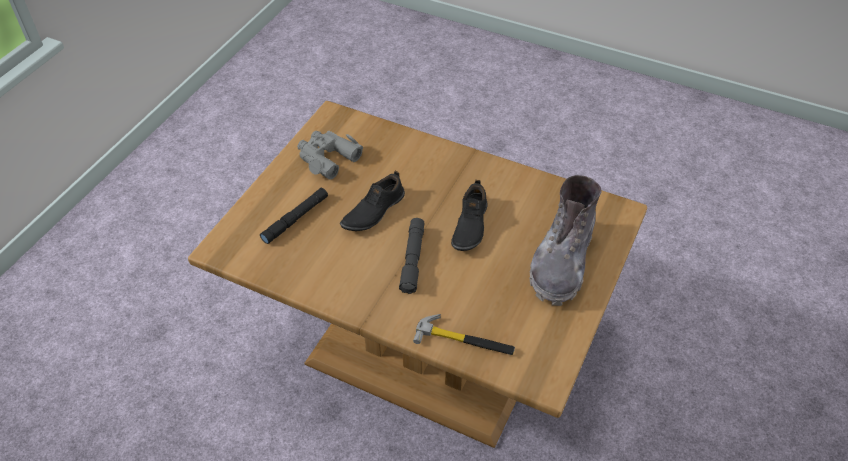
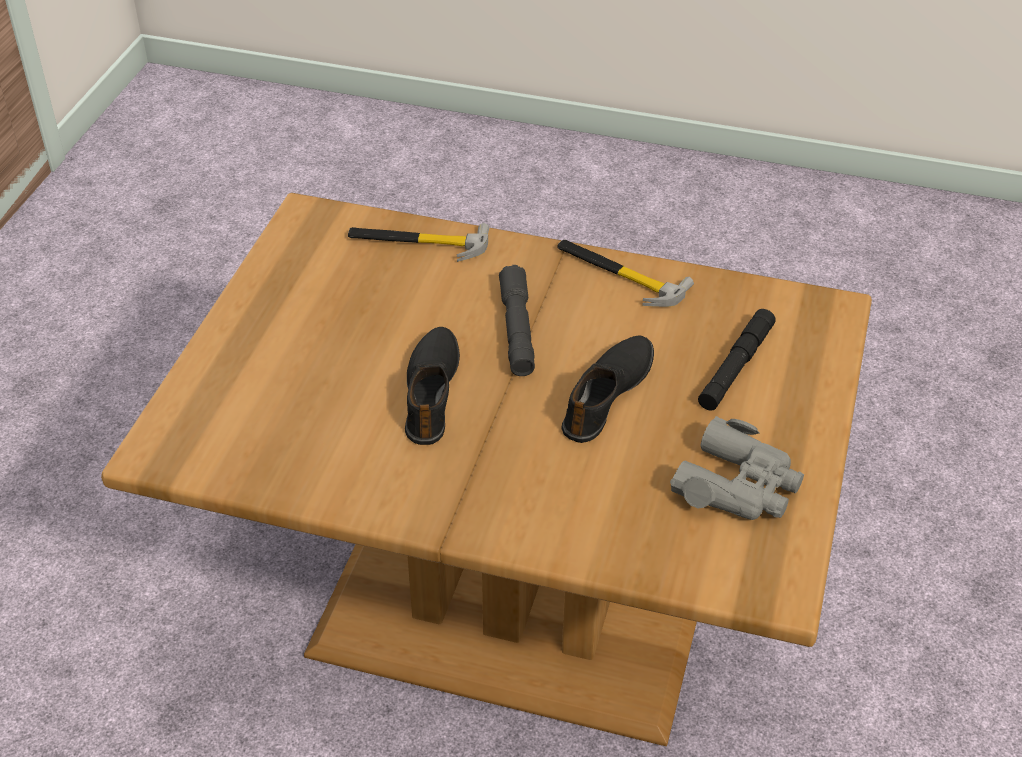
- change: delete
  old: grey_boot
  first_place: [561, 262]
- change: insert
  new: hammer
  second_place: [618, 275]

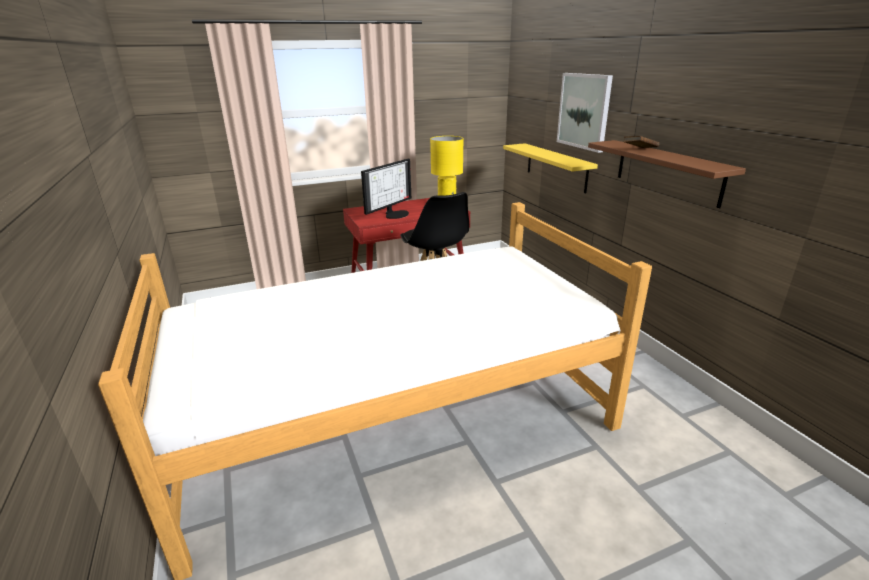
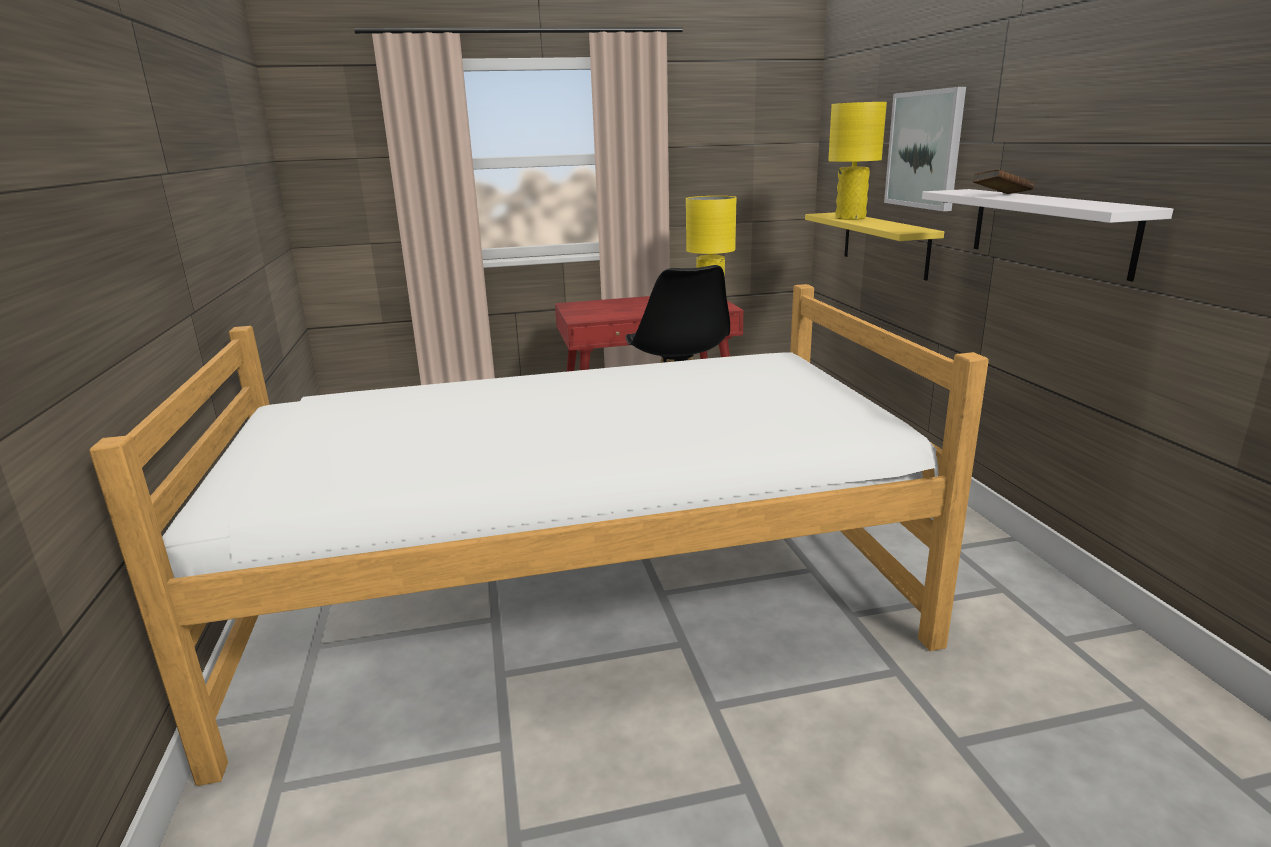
- change: recolor
  old: brown_shelf
  new: white_shelf
  first_place: [667, 172]
  second_place: [1049, 230]
- change: delete
  old: monitor
  first_place: [395, 214]
- change: insert
  new: yellow_table_lamp
  second_place: [850, 218]

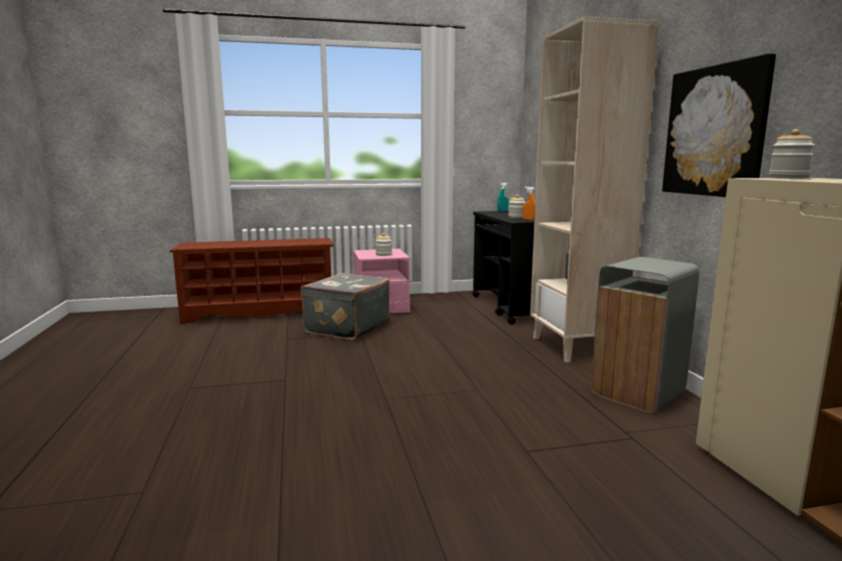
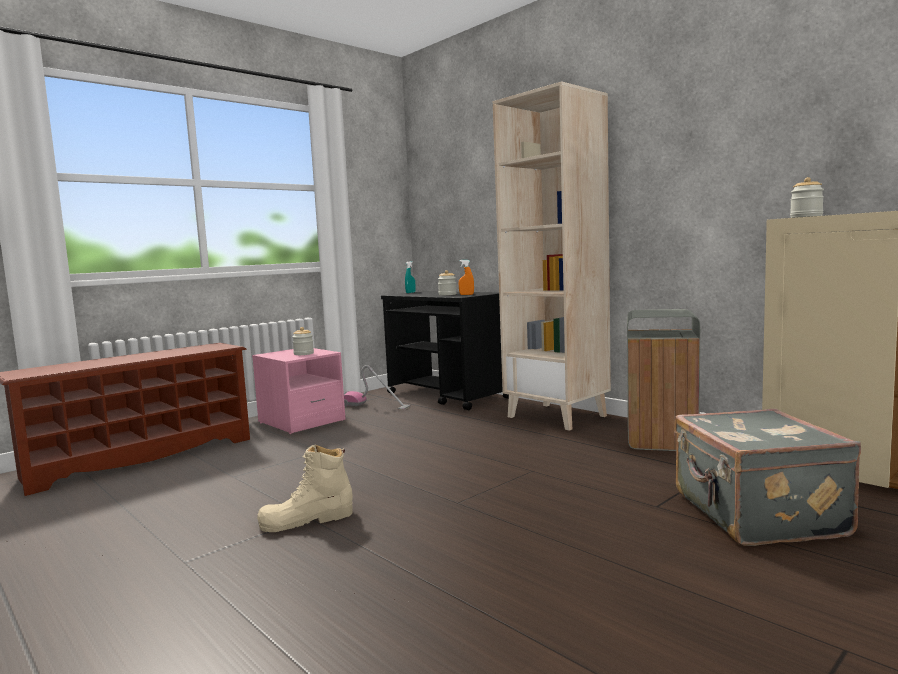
- change: delete
  old: picture
  first_place: [715, 131]
- change: move
  old: grey_suitcase
  first_place: [346, 327]
  second_place: [755, 515]
- change: insert
  new: vacuum_cleaner
  second_place: [374, 406]
- change: insert
  new: beige_boot
  second_place: [307, 520]

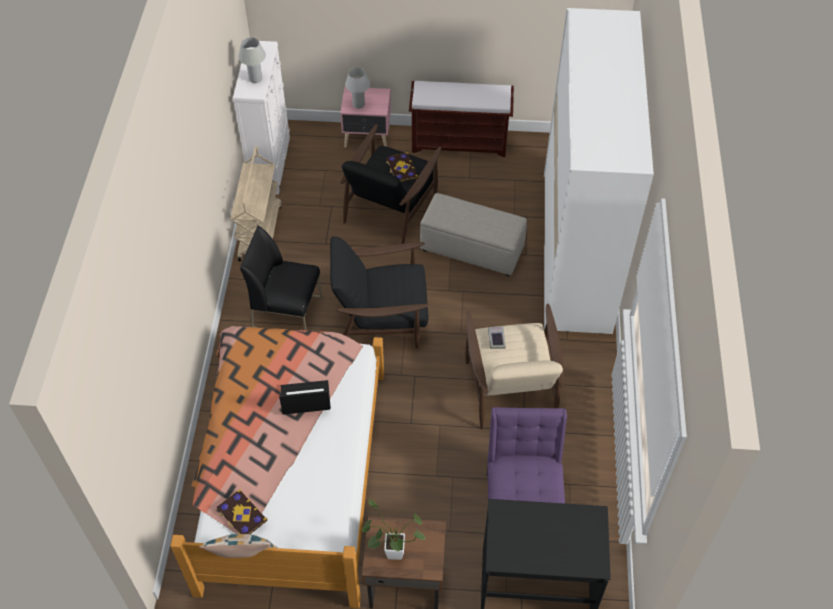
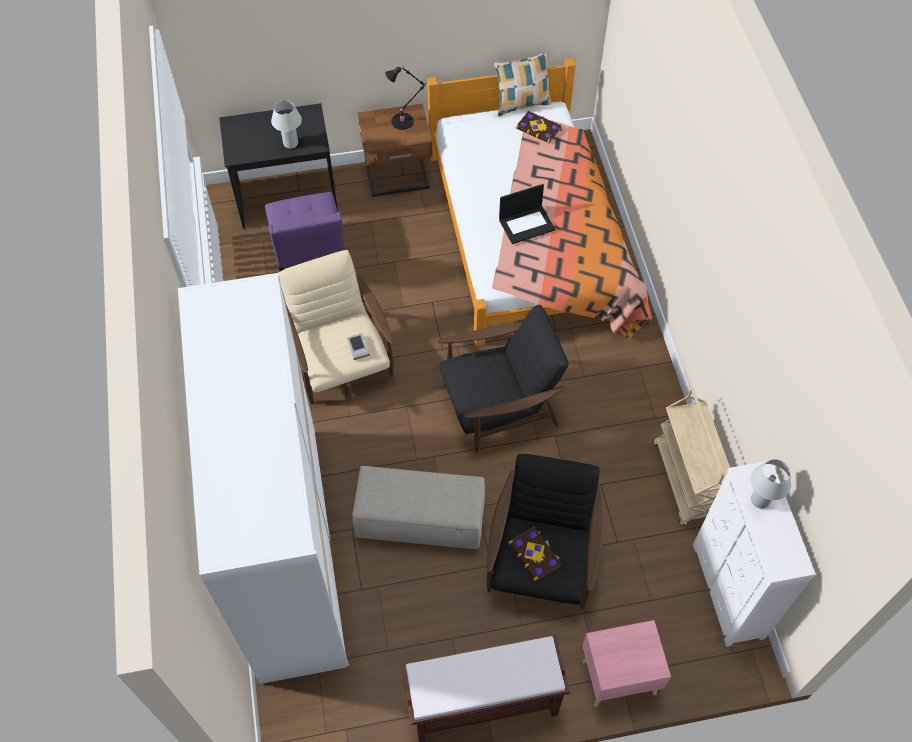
- change: move
  old: white_table_lamp
  first_place: [358, 104]
  second_place: [290, 143]
- change: delete
  old: black_chair
  first_place: [287, 312]
- change: replace
  old: potted_plant
  new: black_table_lamp
  first_place: [390, 552]
  second_place: [404, 121]

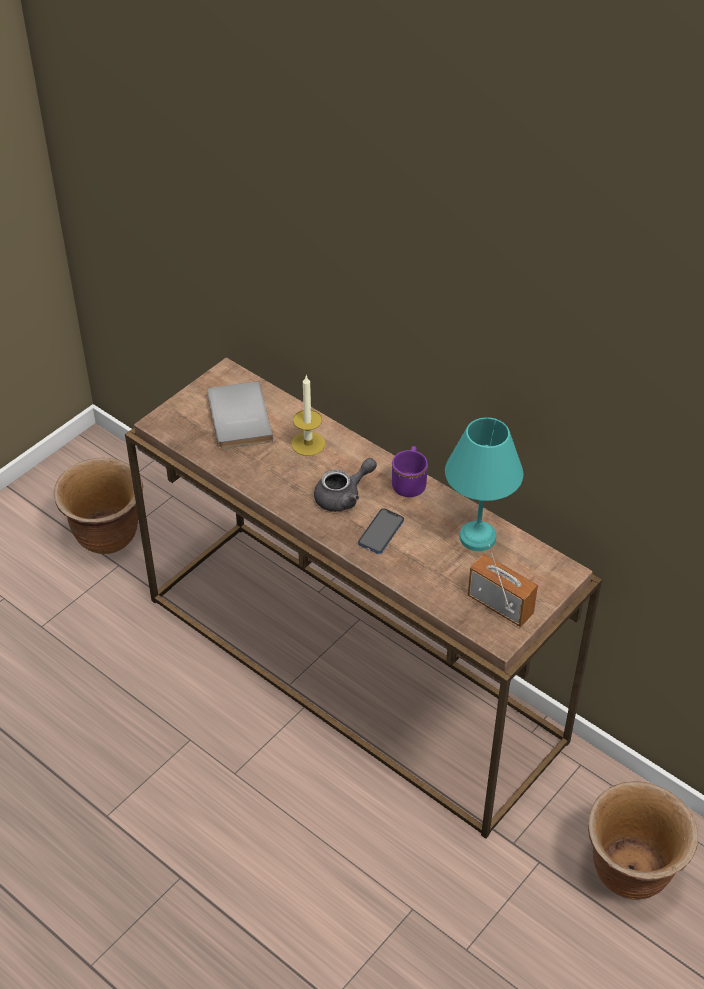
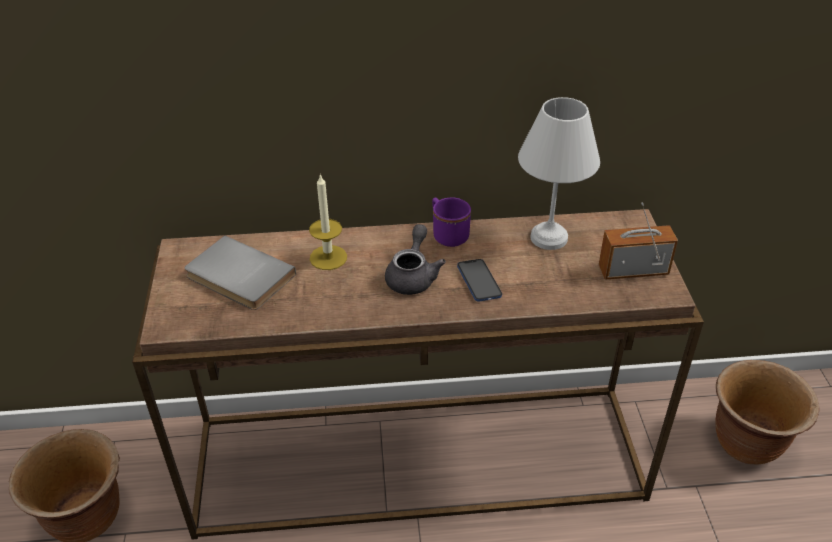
- change: recolor
  old: turquoise_table_lamp
  new: white_table_lamp
  first_place: [478, 538]
  second_place: [551, 238]

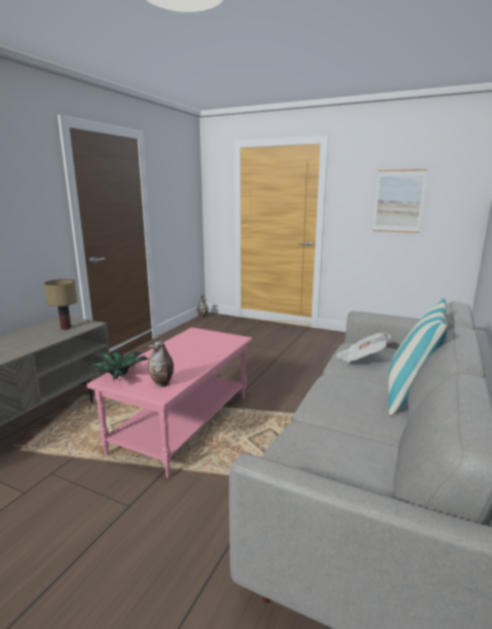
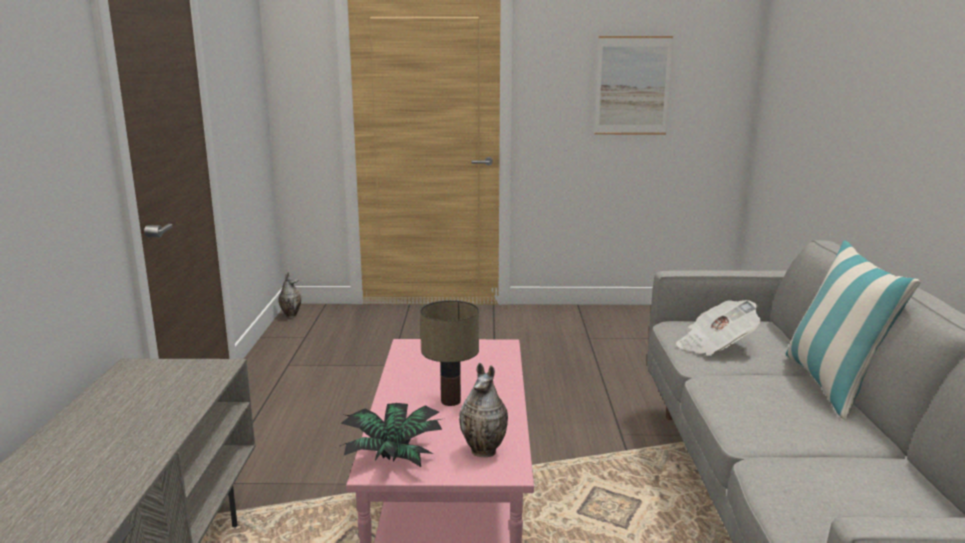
- change: move
  old: table_lamp
  first_place: [65, 328]
  second_place: [449, 401]

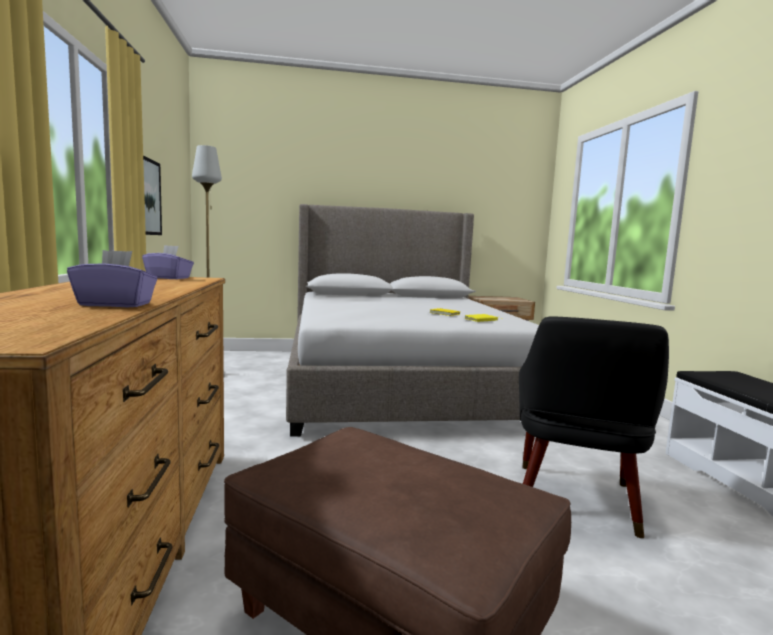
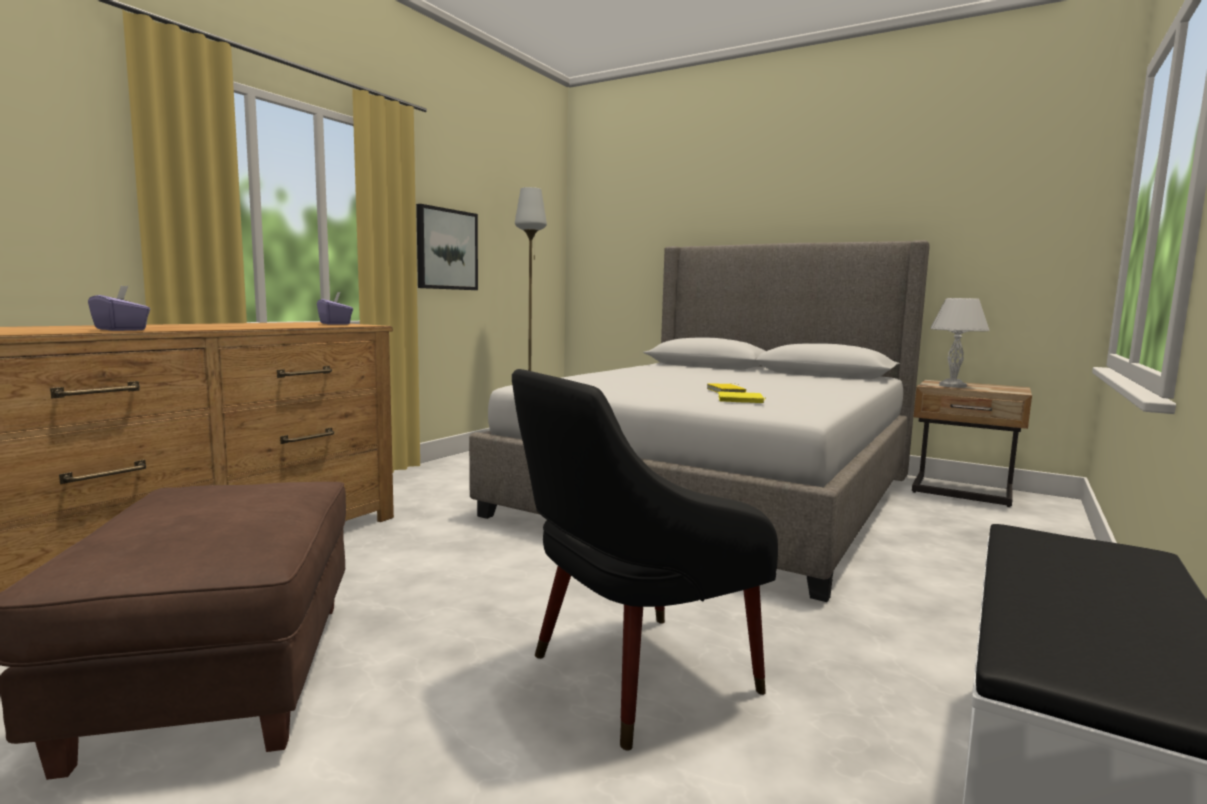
- change: insert
  new: white_table_lamp
  second_place: [953, 386]

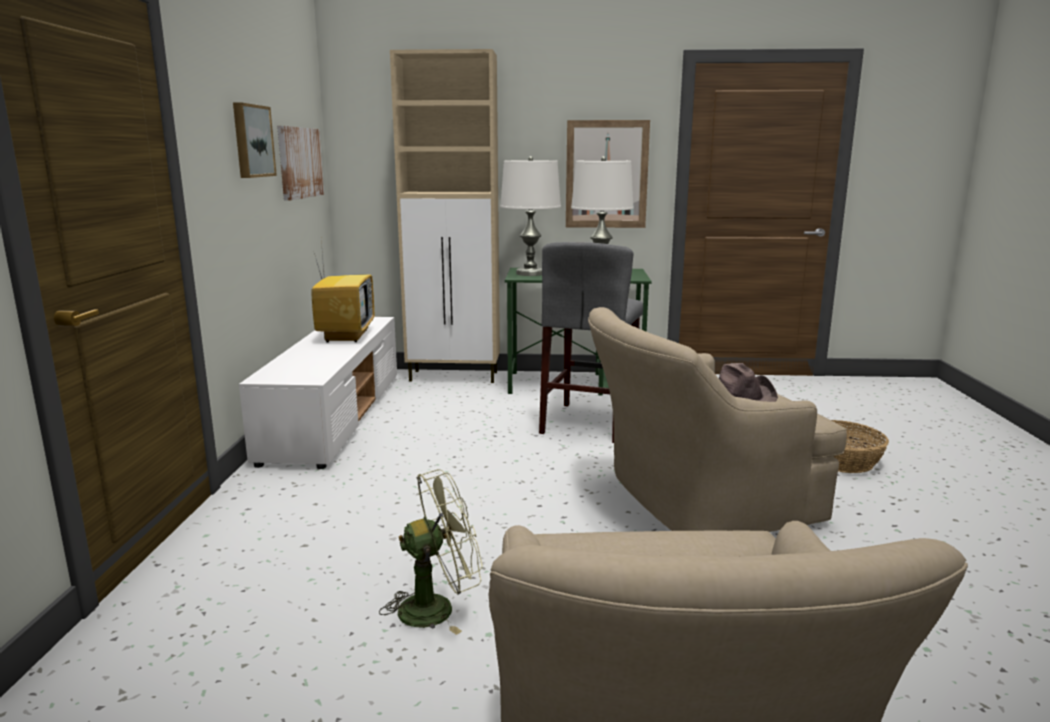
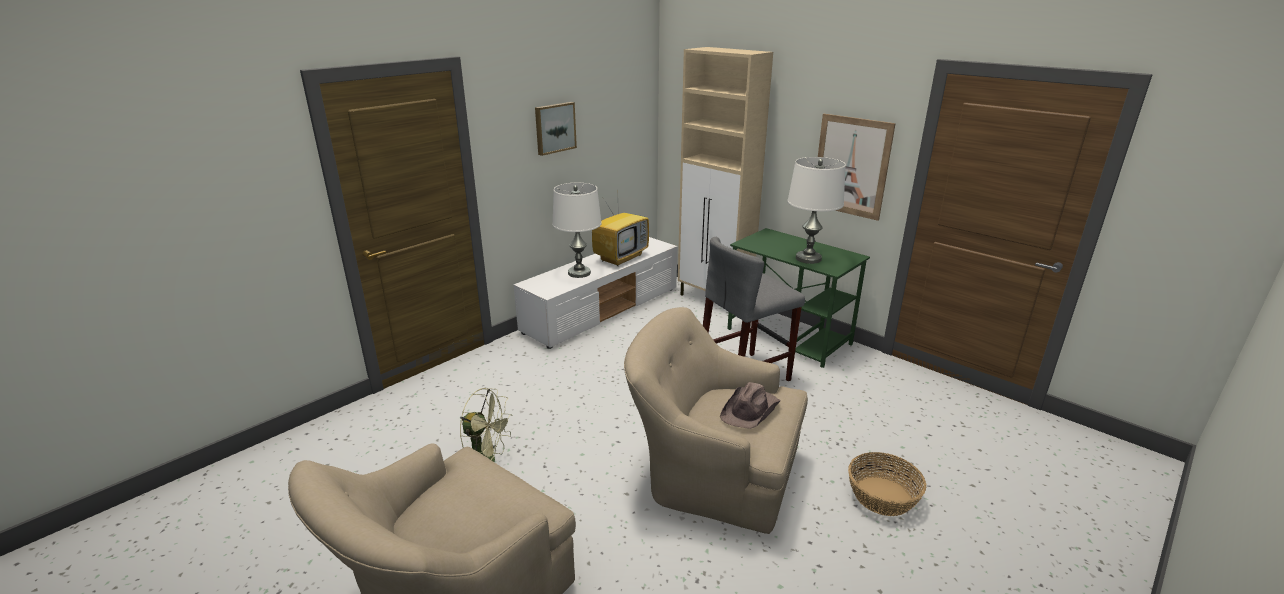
- change: delete
  old: picture
  first_place: [299, 162]
- change: move
  old: white_table_lamp
  first_place: [530, 273]
  second_place: [579, 273]

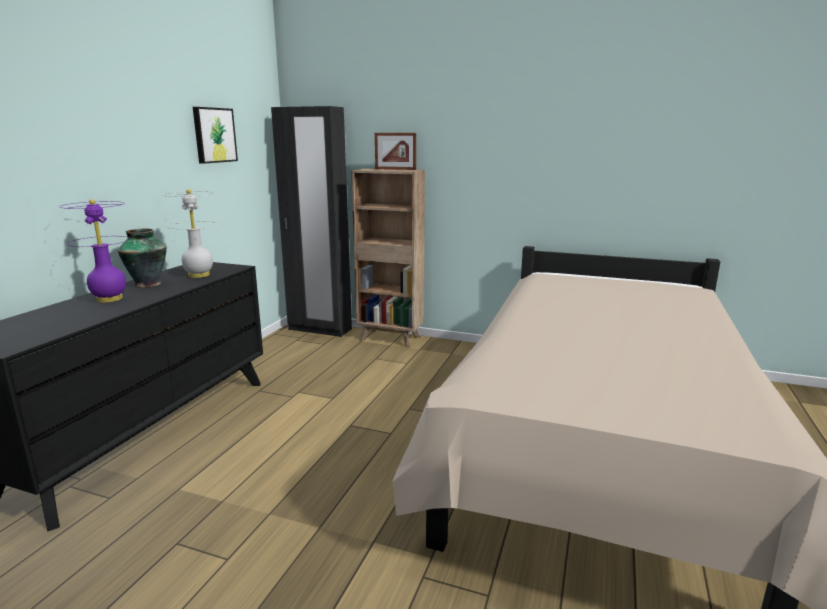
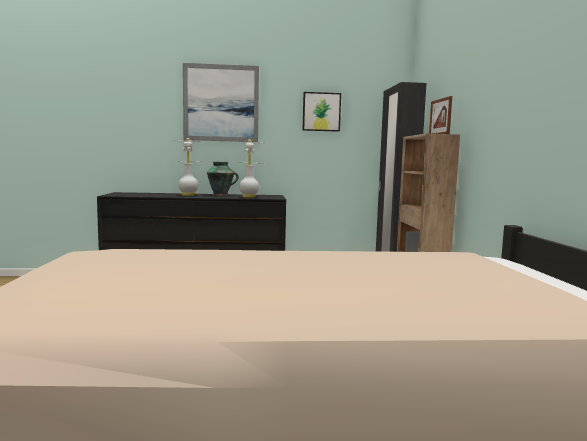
- change: recolor
  old: purple_table_lamp
  new: white_table_lamp
  first_place: [109, 299]
  second_place: [188, 195]
- change: insert
  new: picture
  second_place: [221, 103]

